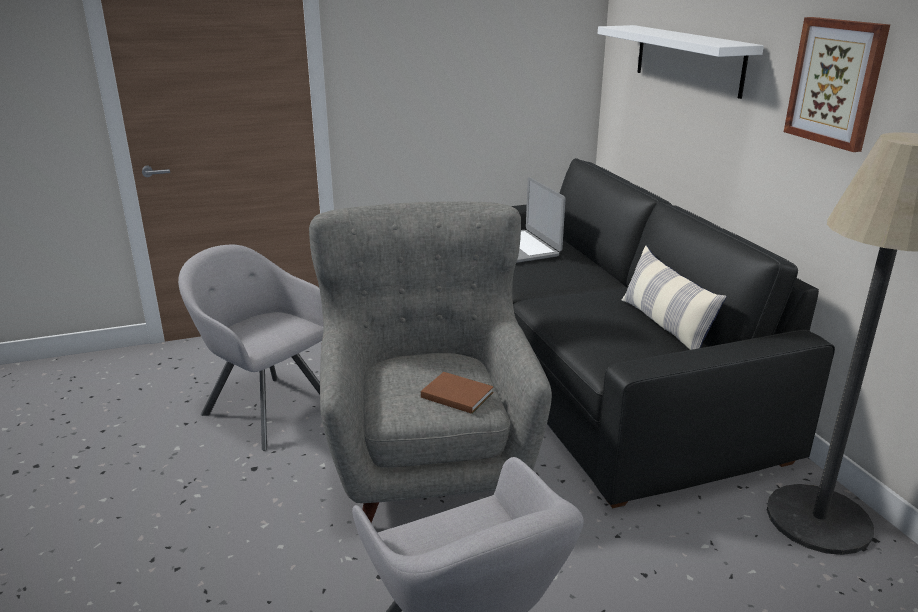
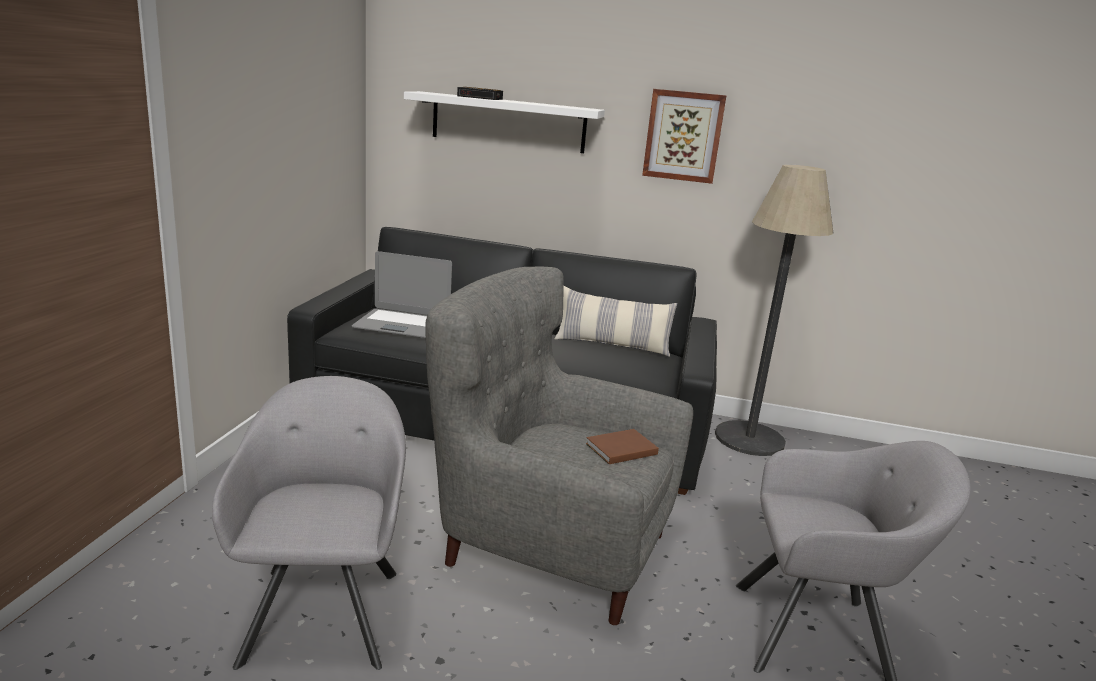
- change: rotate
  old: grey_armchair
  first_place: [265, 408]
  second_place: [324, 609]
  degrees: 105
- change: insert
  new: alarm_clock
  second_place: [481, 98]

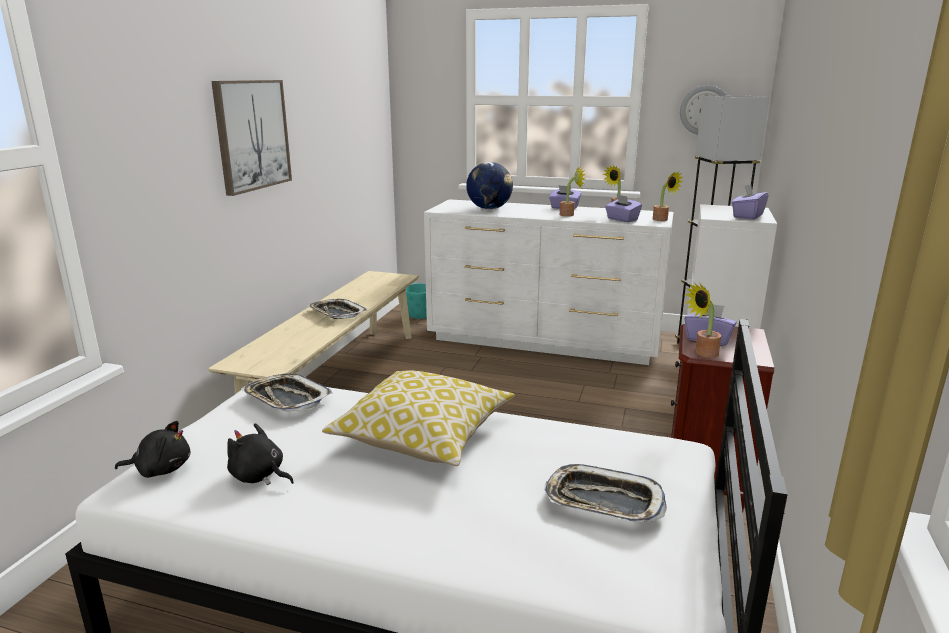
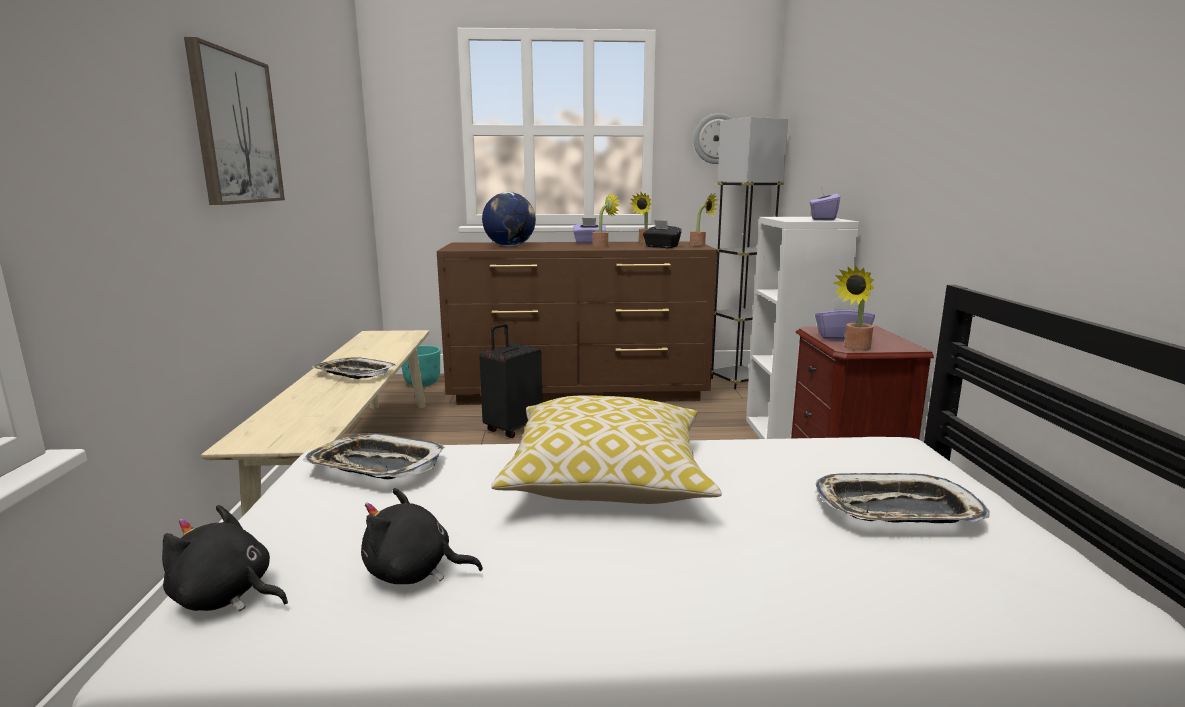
- change: recolor
  old: purple_tissue_box
  new: black_tissue_box
  first_place: [622, 219]
  second_place: [661, 247]
- change: recolor
  old: white_dresser
  new: brown_dresser
  first_place: [544, 341]
  second_place: [579, 392]
- change: rotate
  old: black_plush_toy
  first_place: [161, 469]
  second_place: [226, 597]
  degrees: -135
- change: insert
  new: black_suitcase
  second_place: [512, 429]

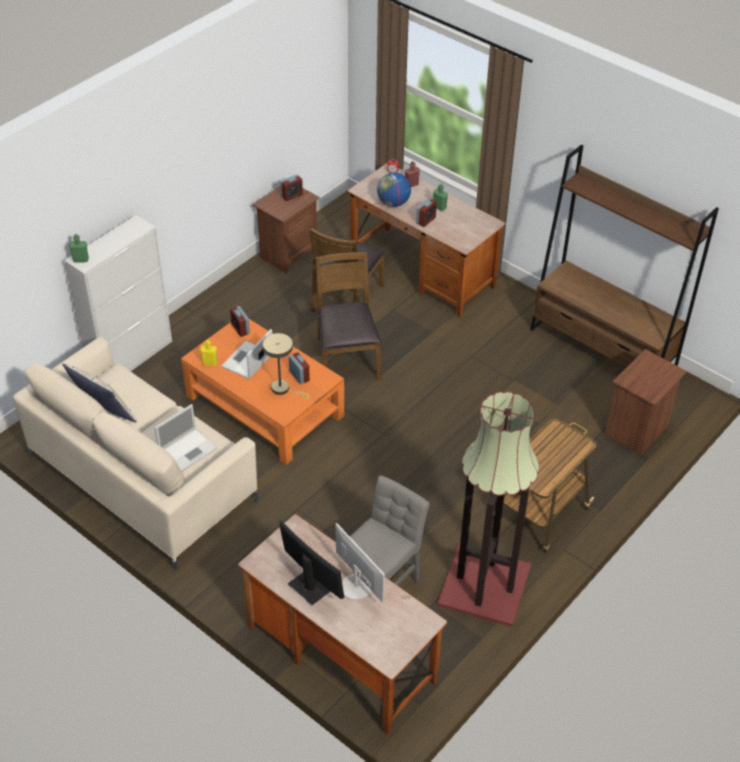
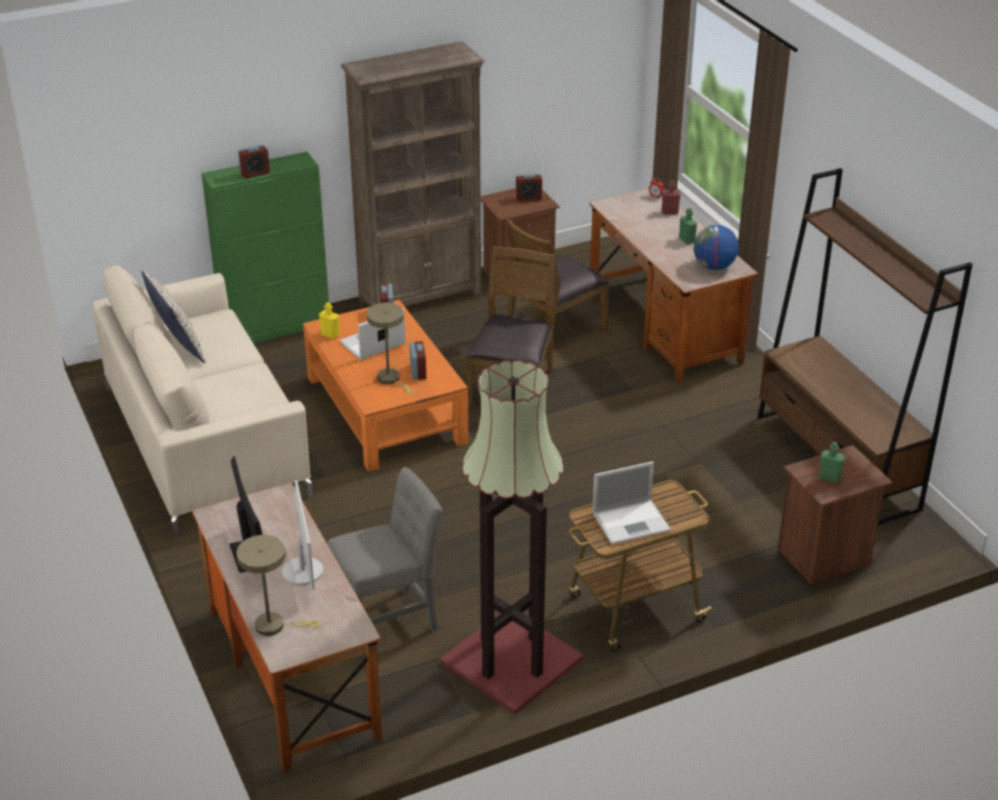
- change: move
  old: globe
  first_place: [393, 203]
  second_place: [714, 266]
- change: move
  old: alarm_clock
  first_place: [425, 220]
  second_place: [255, 173]
- change: recolor
  old: white_cabinet
  new: green_cabinet
  first_place: [131, 358]
  second_place: [276, 328]
- change: move
  old: green_bottle
  first_place: [81, 260]
  second_place: [829, 478]
- change: move
  old: laptop
  first_place: [188, 449]
  second_place: [632, 521]
- change: insert
  new: brown_bookcase
  second_place: [421, 297]
- change: insert
  new: beige_table_lamp
  second_place: [275, 625]

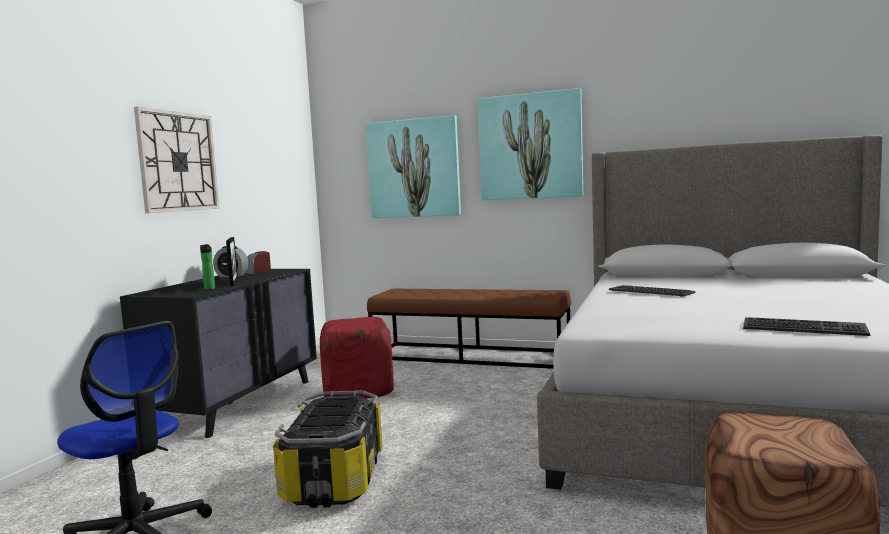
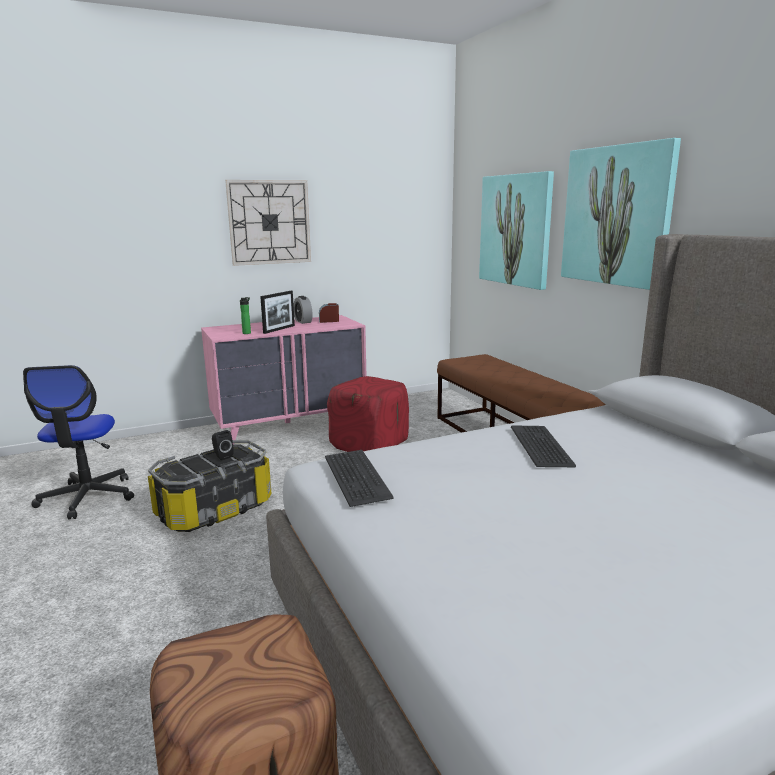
- change: recolor
  old: black_dresser
  new: pink_dresser
  first_place: [237, 403]
  second_place: [290, 424]
- change: move
  old: keyboard
  first_place: [803, 328]
  second_place: [355, 477]
- change: insert
  new: black_speaker
  second_place: [222, 456]

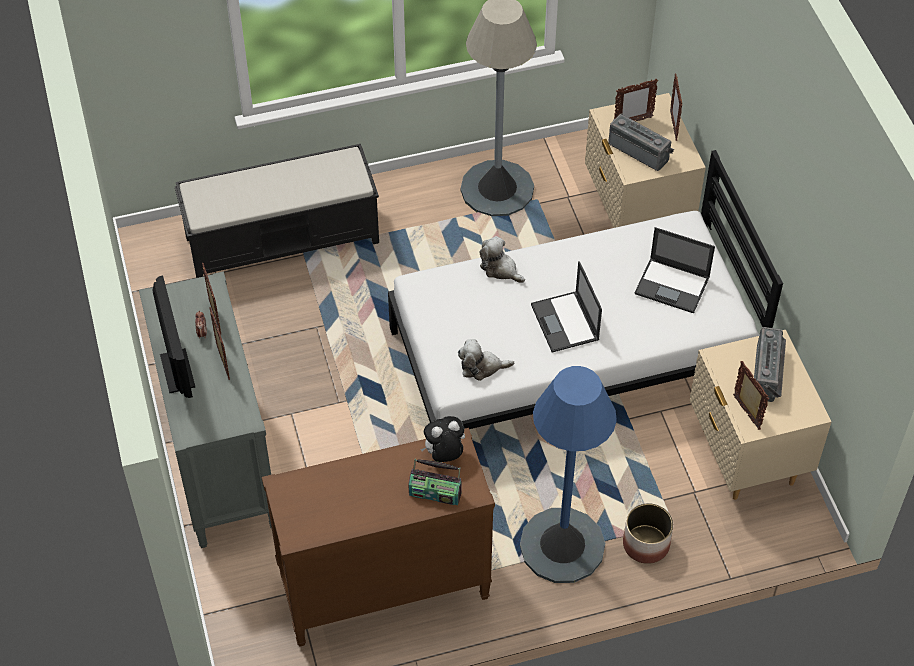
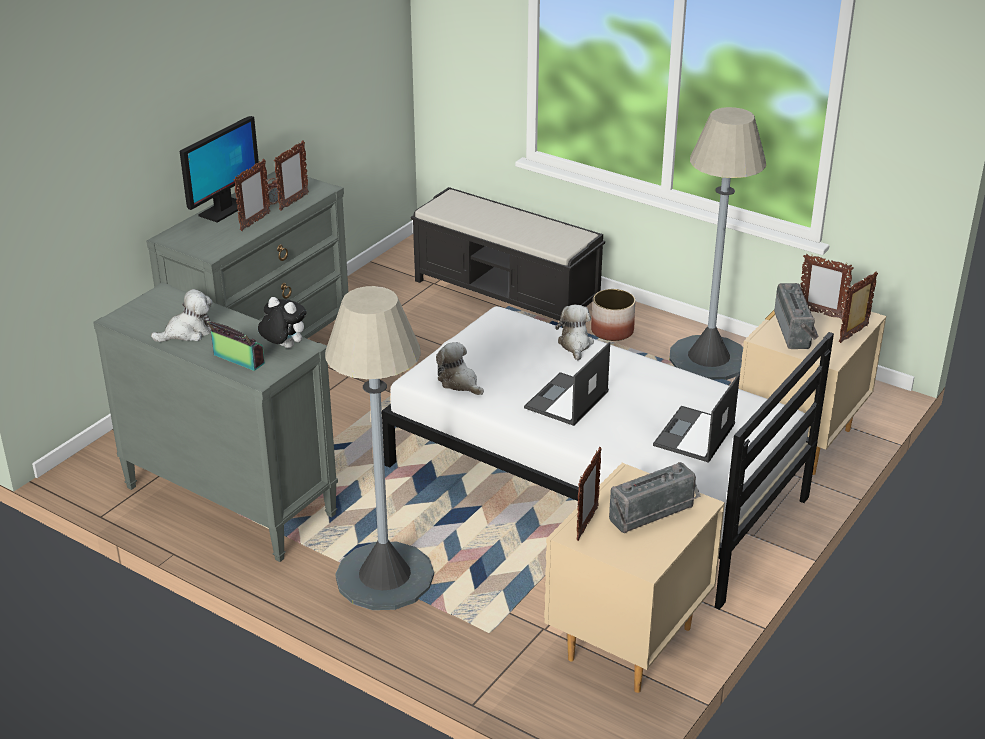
- change: rotate
  old: laptop
  first_place: [673, 285]
  second_place: [694, 435]
  degrees: 45
- change: recolor
  old: blue_floor_lamp
  new: grey_floor_lamp
  first_place: [562, 546]
  second_place: [384, 577]
- change: recolor
  old: brown_dresser
  new: grey_dresser
  first_place: [383, 589]
  second_place: [229, 501]
- change: rotate
  old: radio
  first_place: [435, 492]
  second_place: [238, 360]
  degrees: 150
- change: move
  old: planter
  first_place: [646, 544]
  second_place: [612, 331]
- change: insert
  new: plush_toy
  second_place: [188, 332]

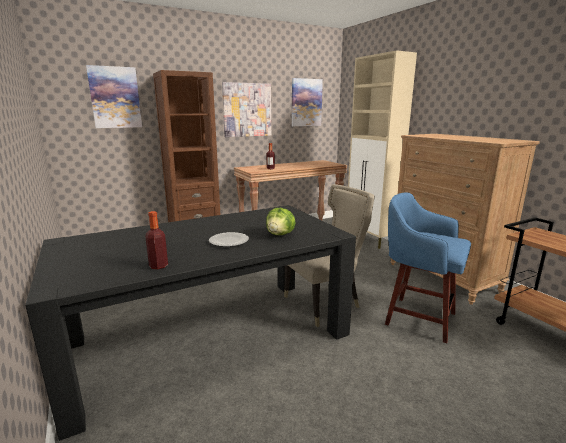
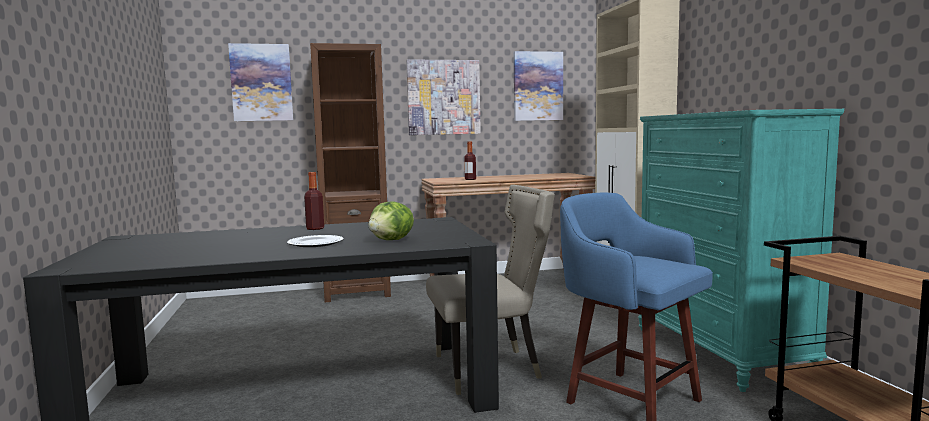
- change: recolor
  old: brown_dresser
  new: turquoise_dresser
  first_place: [442, 277]
  second_place: [719, 352]
- change: move
  old: bottle
  first_place: [158, 266]
  second_place: [315, 228]

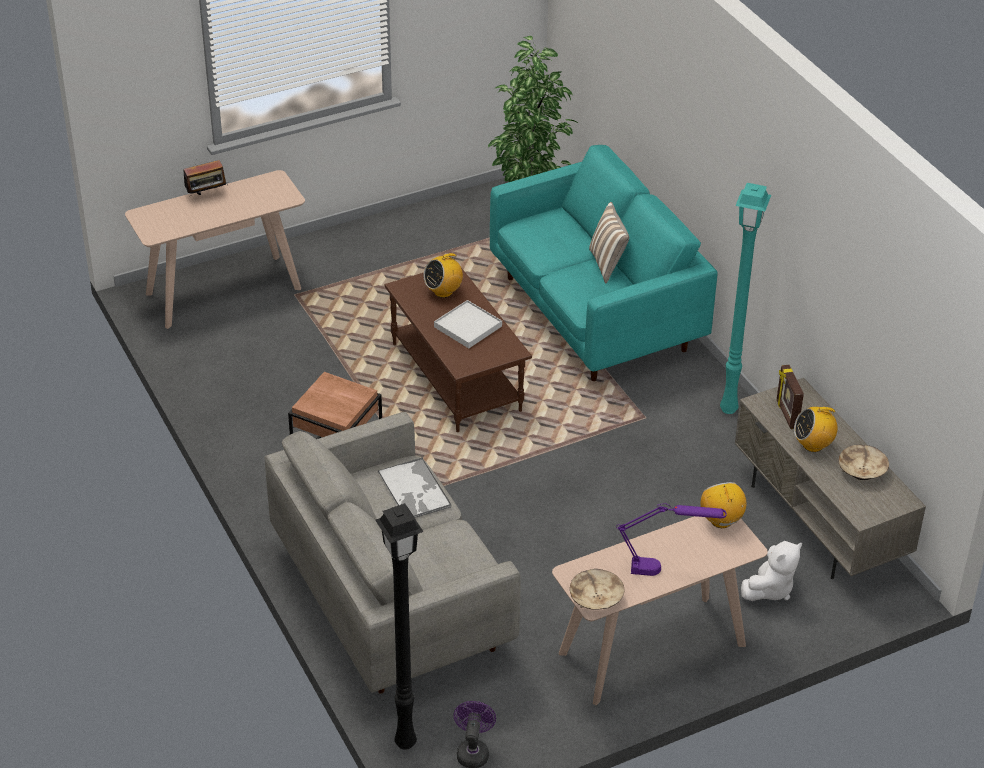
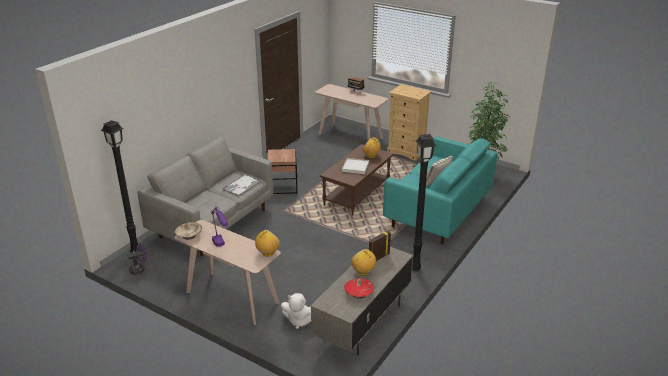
- change: recolor
  old: turquoise_floor_lamp
  new: black_floor_lamp
  first_place: [729, 410]
  second_place: [415, 269]
- change: recolor
  old: beige_bowl
  new: red_bowl
  first_place: [862, 470]
  second_place: [359, 293]
- change: insert
  new: beige_dresser
  second_place: [406, 151]

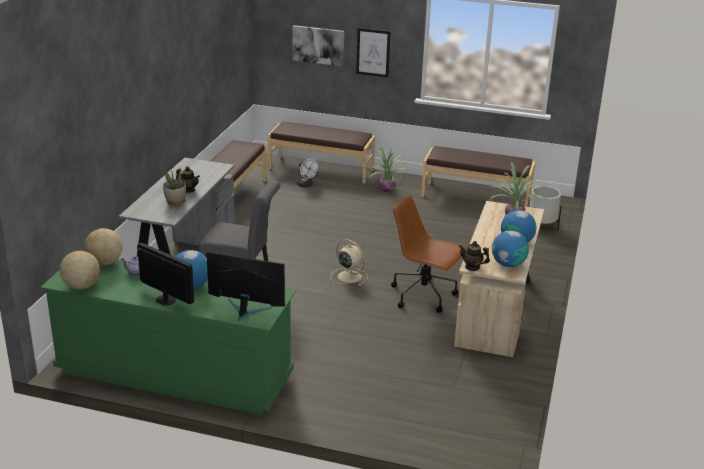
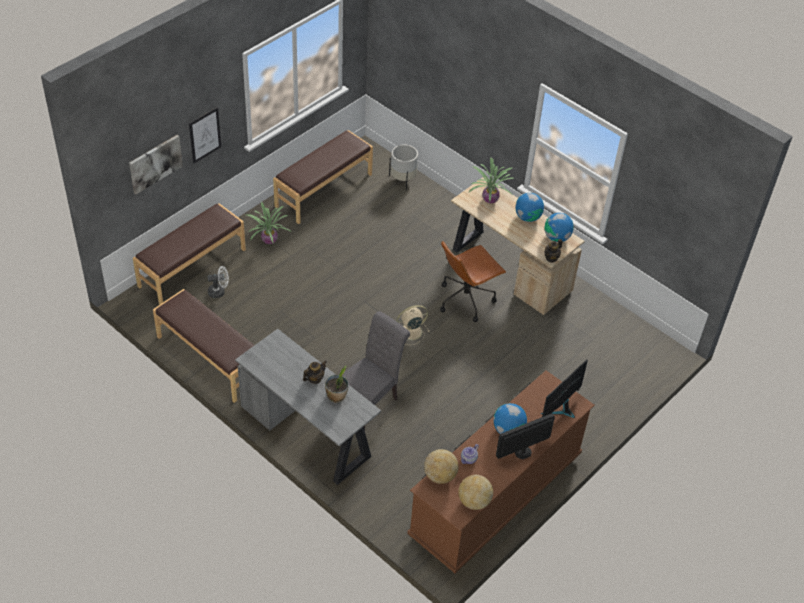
- change: recolor
  old: green_dresser
  new: brown_dresser
  first_place: [174, 373]
  second_place: [495, 495]

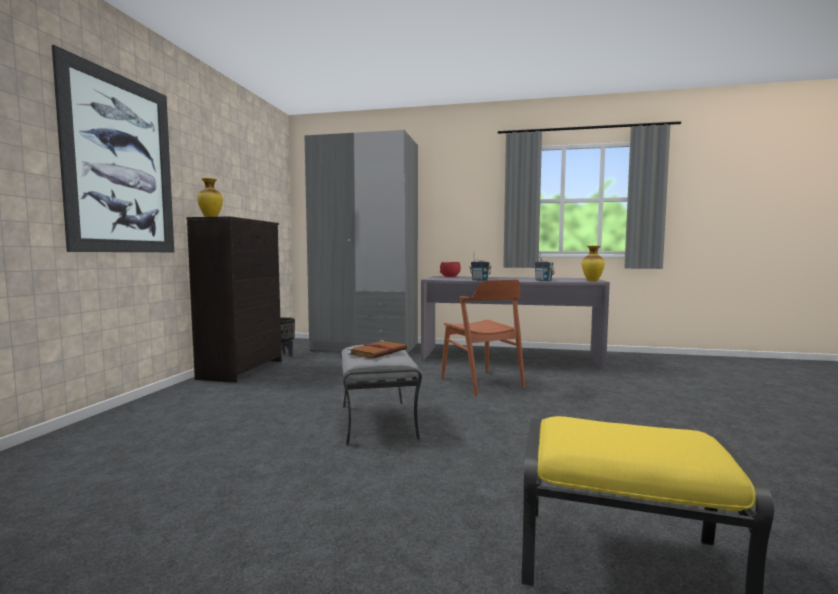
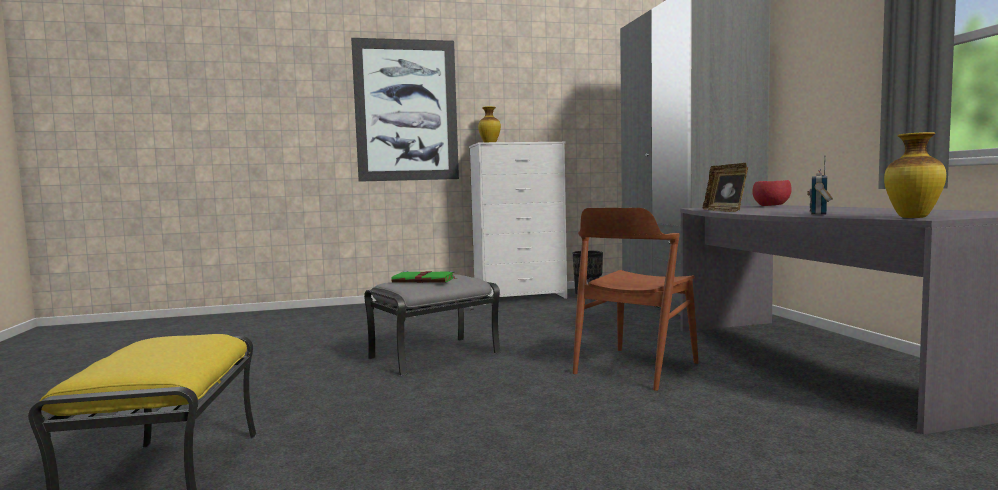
- change: recolor
  old: black_dresser
  new: white_dresser
  first_place: [242, 369]
  second_place: [521, 297]
- change: replace
  old: radio
  new: picture_frame
  first_place: [480, 280]
  second_place: [725, 211]
- change: recolor
  old: brown_book
  new: green_book
  first_place: [378, 352]
  second_place: [425, 280]

